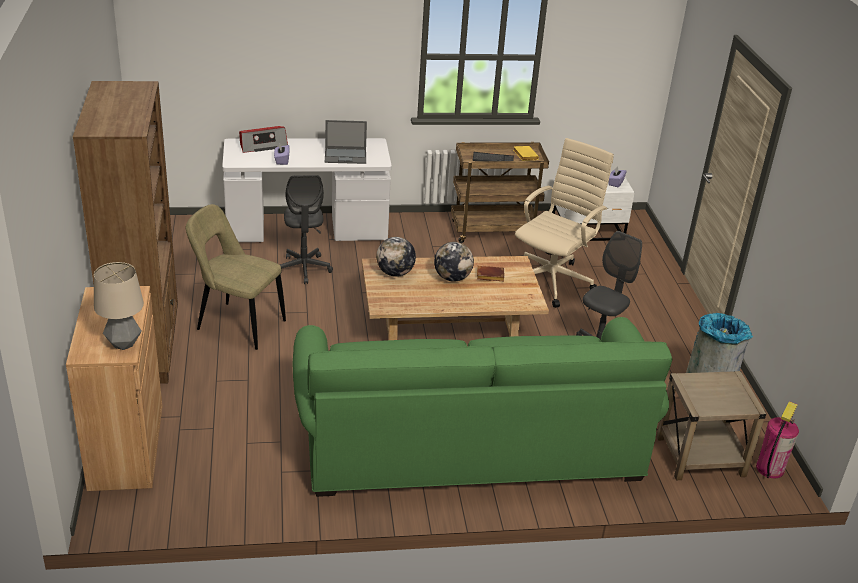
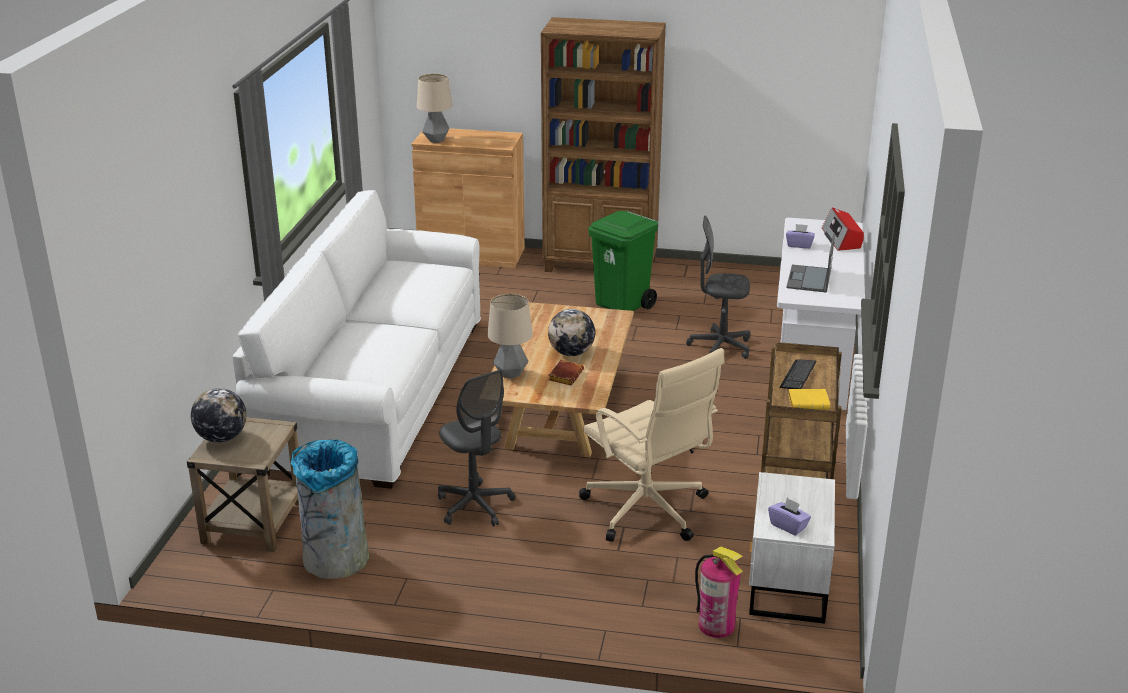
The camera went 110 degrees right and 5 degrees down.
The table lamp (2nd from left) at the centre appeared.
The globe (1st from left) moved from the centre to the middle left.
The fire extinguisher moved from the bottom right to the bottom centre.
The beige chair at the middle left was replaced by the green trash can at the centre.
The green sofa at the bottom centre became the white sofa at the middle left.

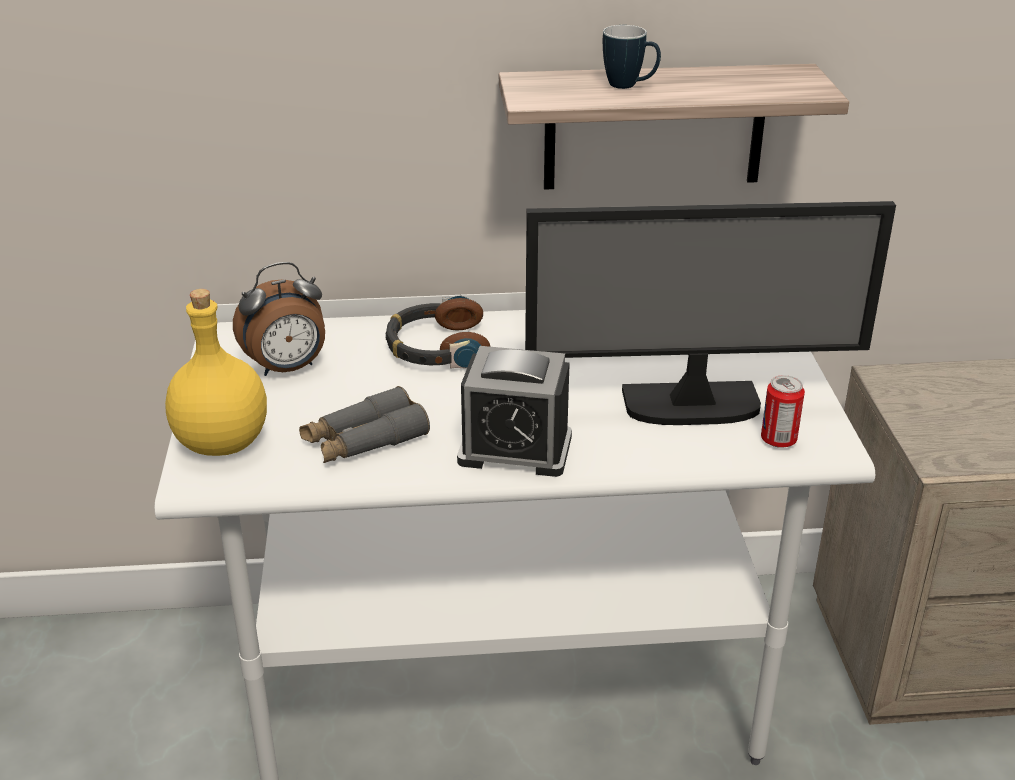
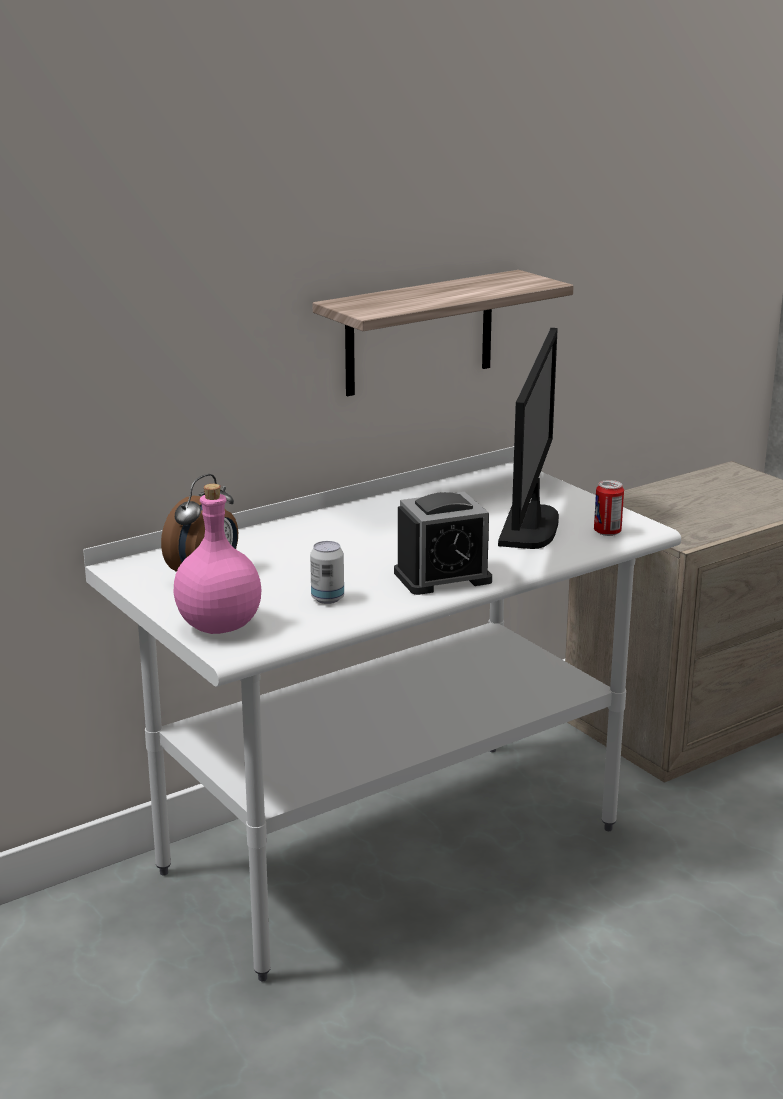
The camera went 30 degrees left and 10 degrees down.
The headphones at the centre disappeared.
The mug at the top centre disappeared.
The grey binoculars at the centre was replaced by the can (1st from left) at the centre.
The yellow bottle at the middle left became the pink bottle at the middle left.
The monitor at the middle right turned 45 degrees counterclockwise.

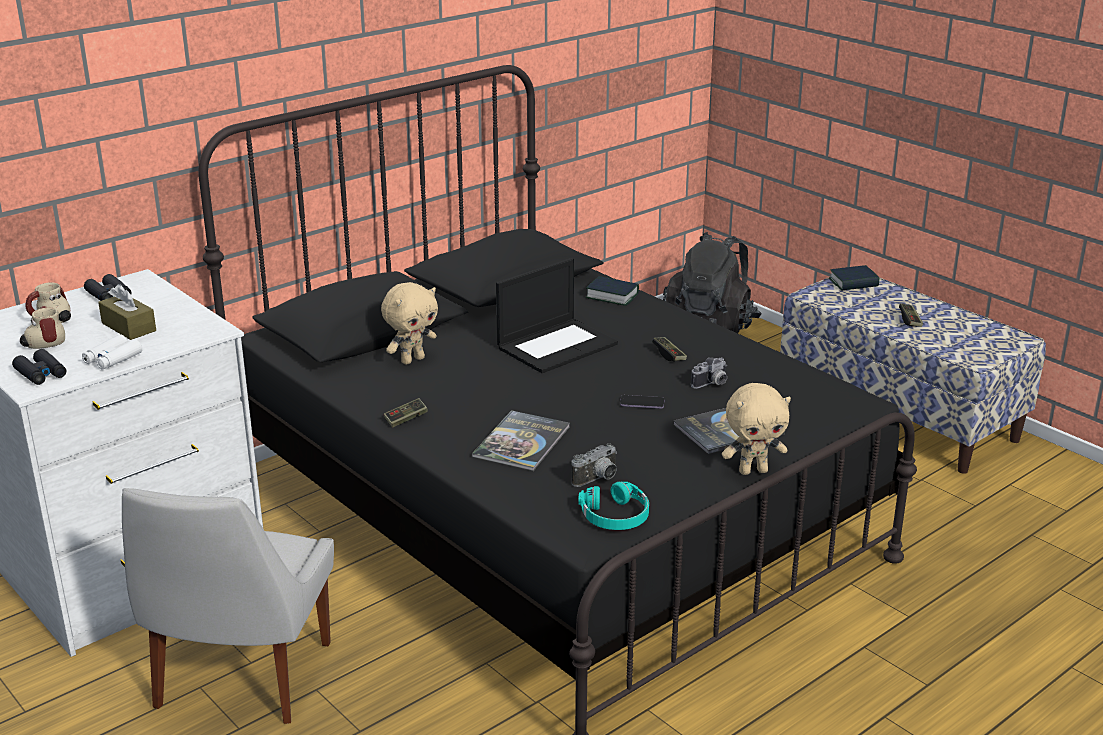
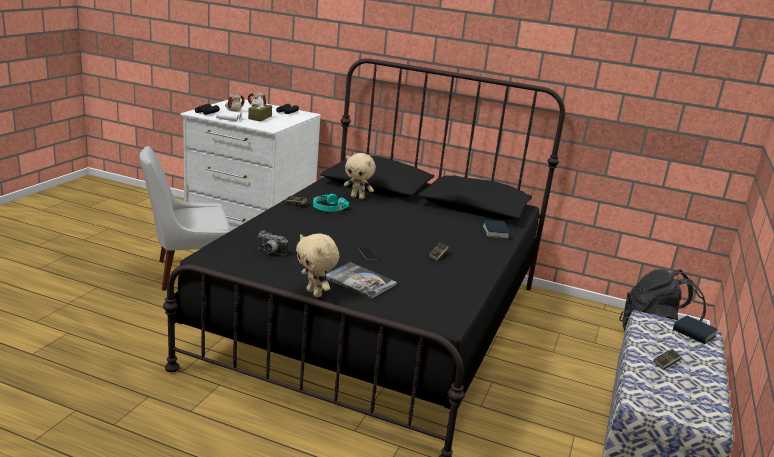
The camera went 60 degrees right and 5 degrees down.
The book (1st from left) at the centre disappeared.
The laptop at the centre disappeared.
The photo camera (2nd from left) at the centre disappeared.
The turquoise headphones moved from the bottom centre to the centre.

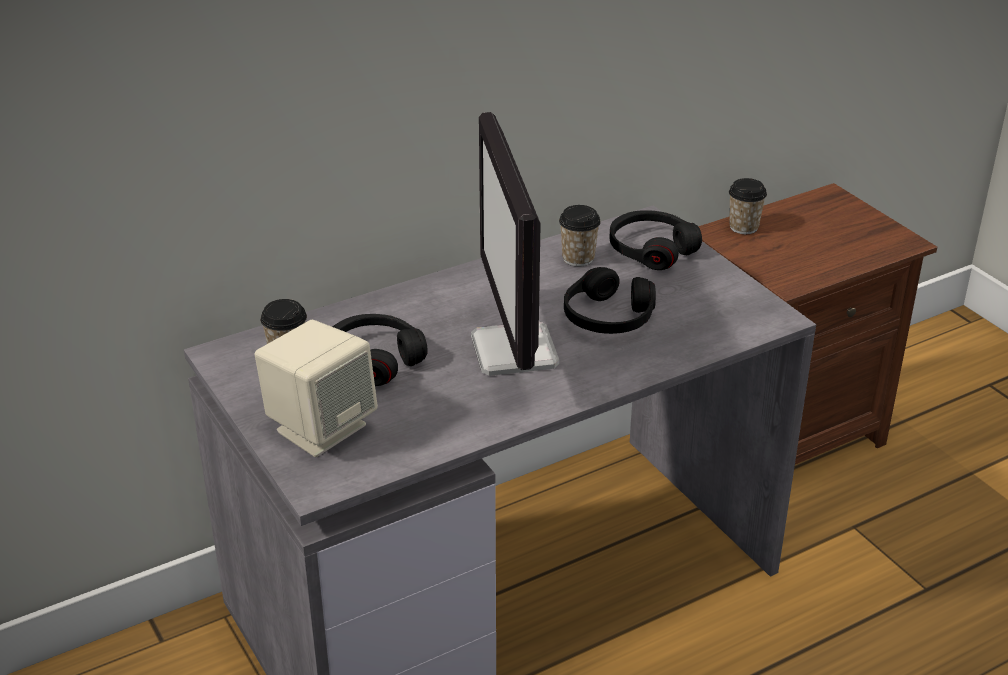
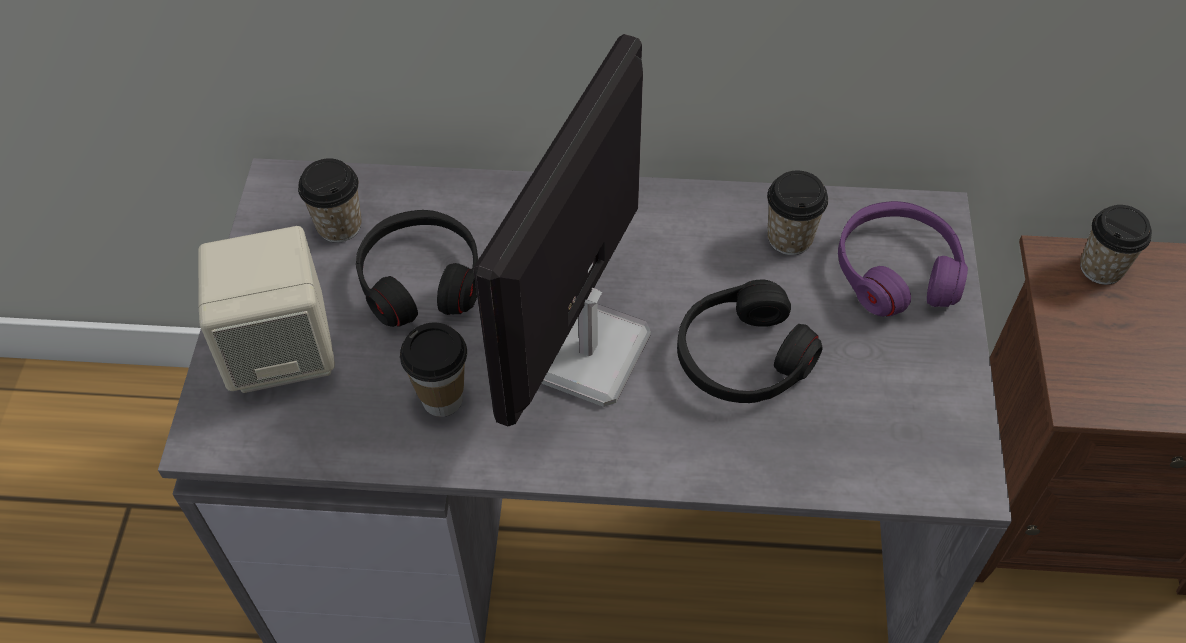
The camera went 35 degrees right and 20 degrees up.
The cup (2nd from left) at the centre appeared.
The black headphones (3rd from left) at the centre became the purple headphones at the middle right.

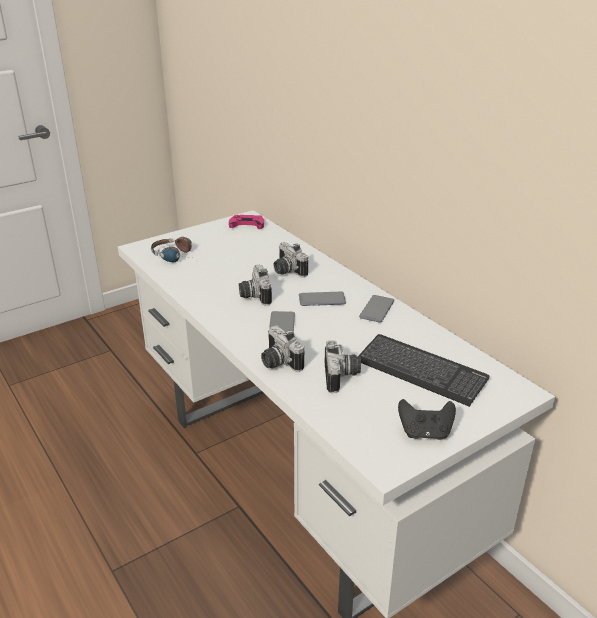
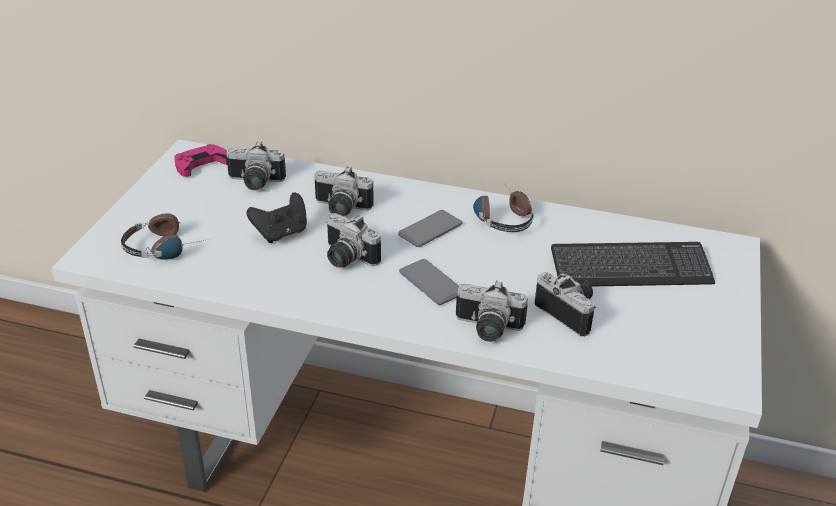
The camera went 40 degrees left and 5 degrees up.
The photo camera (1st from left) at the top left appeared.
The black game controller moved from the bottom right to the middle left.
The phone (3rd from left) at the centre was replaced by the headphones (2nd from left) at the centre.

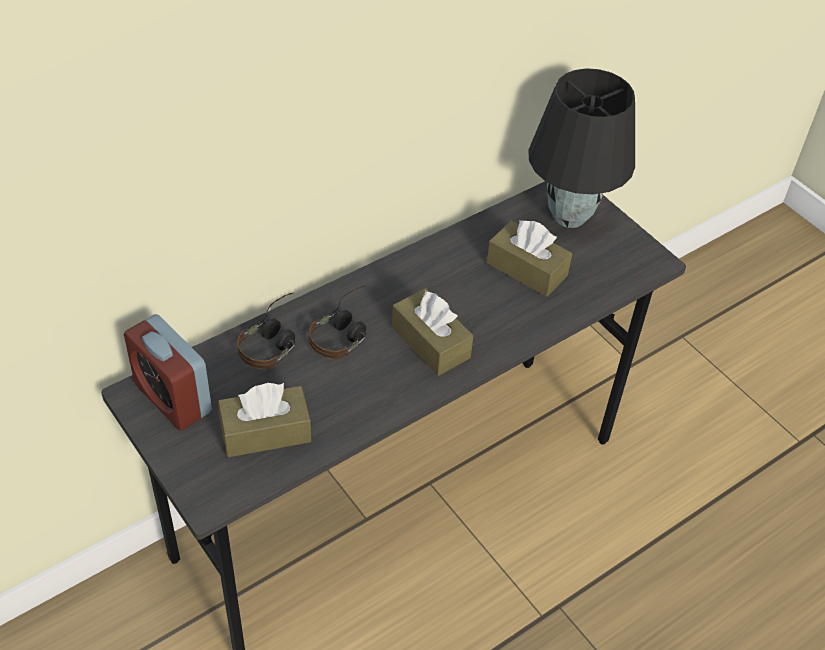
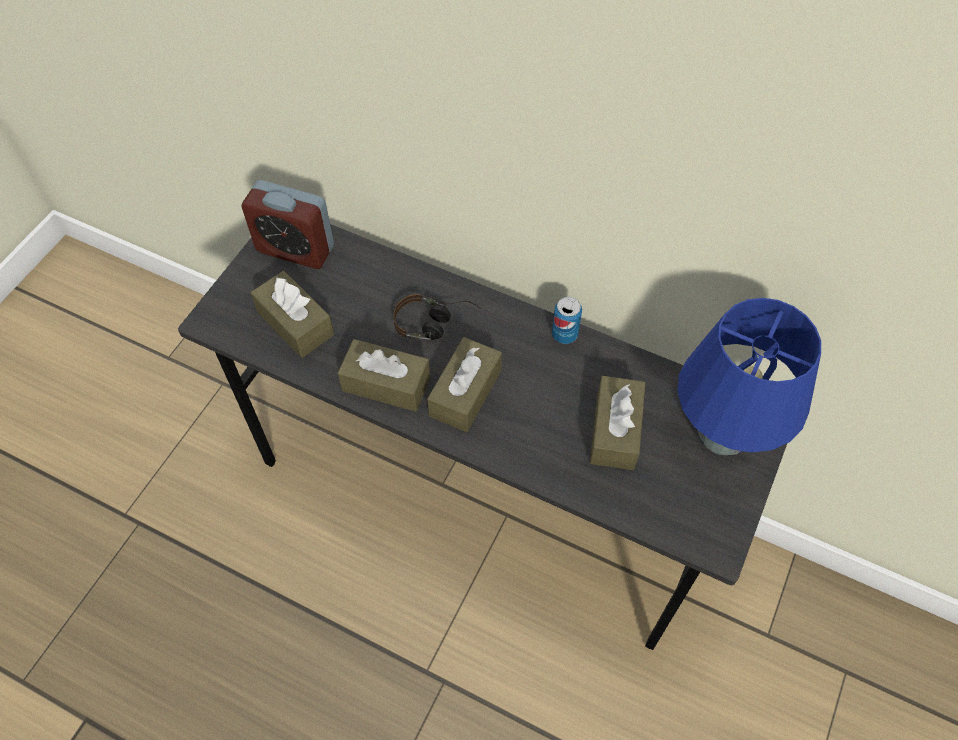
The camera went 65 degrees right and 10 degrees up.
The headphones (1st from left) at the middle left disappeared.
The brown tissue box (2nd from left) at the centre appeared.
The can at the centre appeared.
The black table lamp at the top right became the blue table lamp at the middle right.
The alarm clock at the middle left turned 90 degrees counterclockwise.

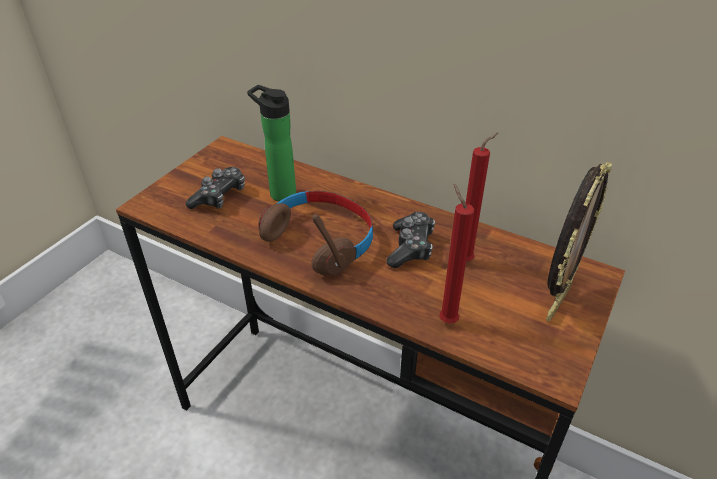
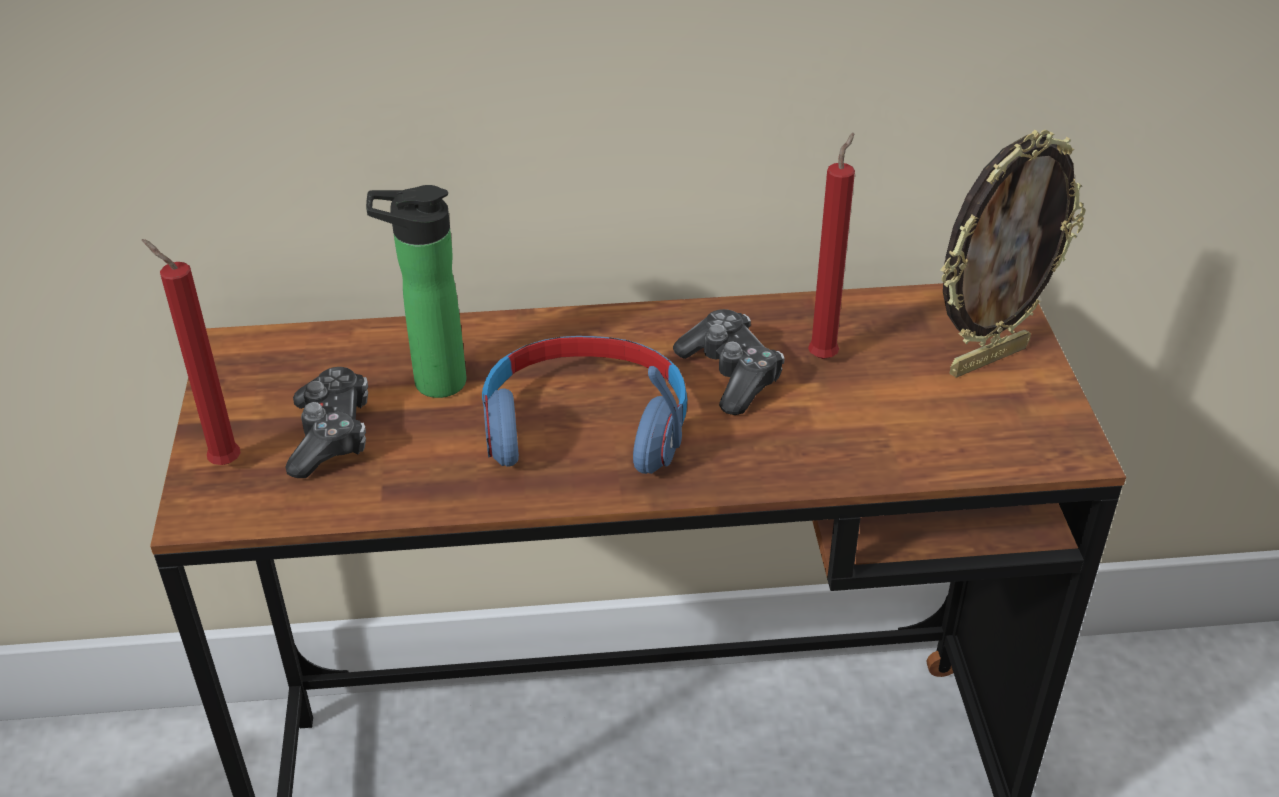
The camera went 35 degrees left and 0 degrees up.
The red candle (1st from left) moved from the centre to the middle left.
The brown headphones at the centre became the blue headphones at the centre.
The picture frame at the middle right turned 60 degrees clockwise.

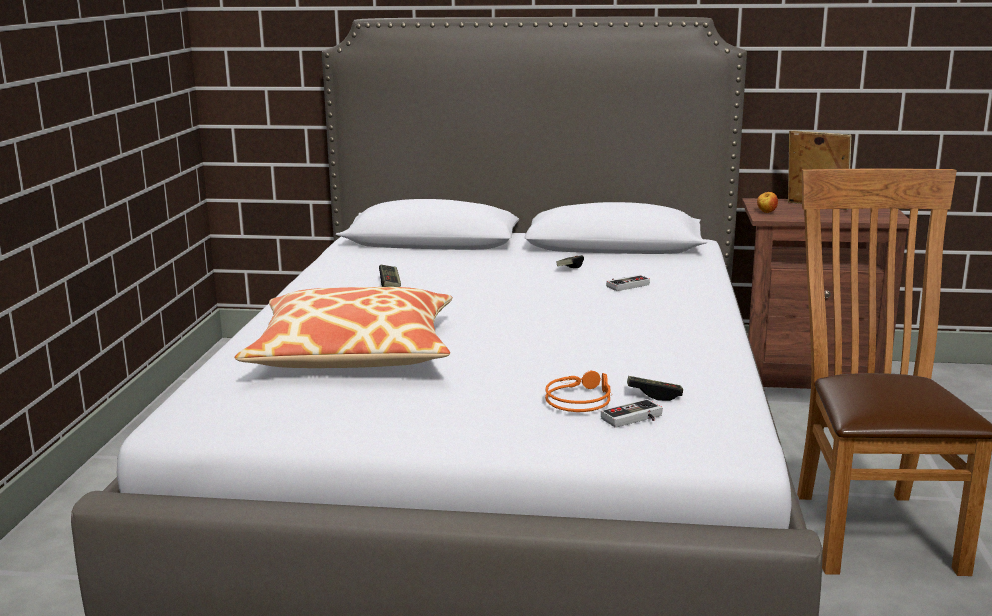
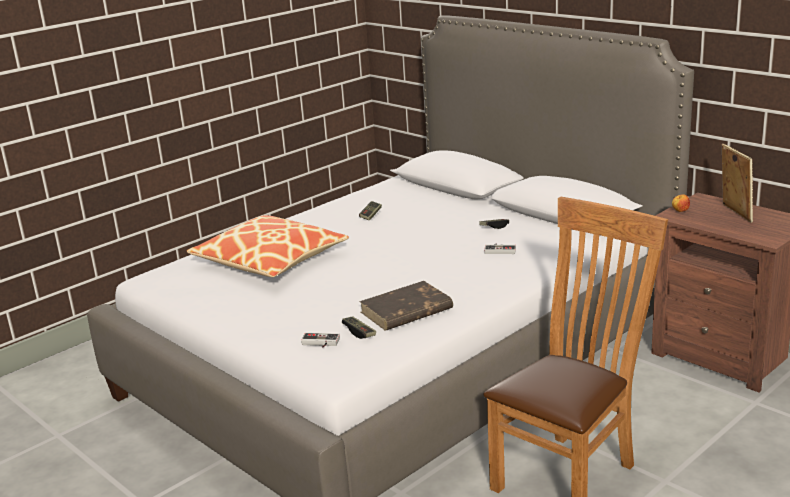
The camera went 40 degrees right and 5 degrees up.
The orange headphones at the centre disappeared.
The brown book at the centre appeared.

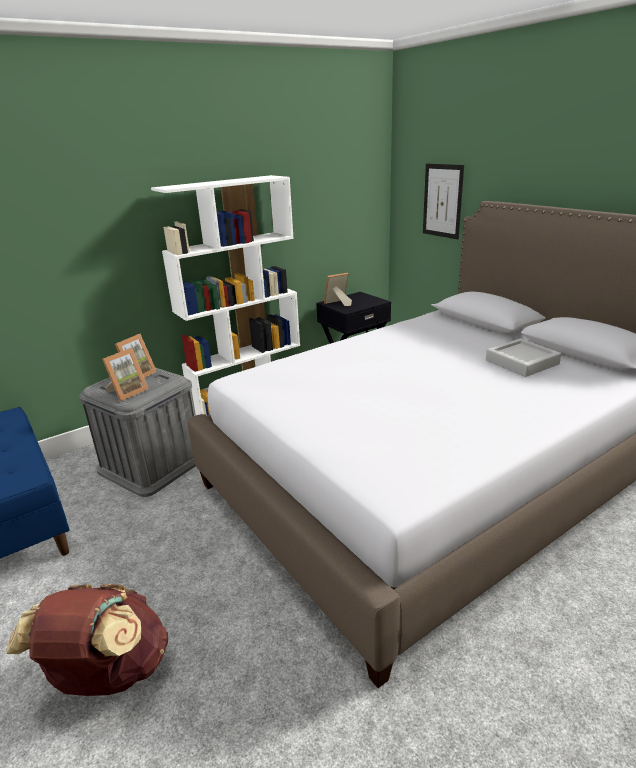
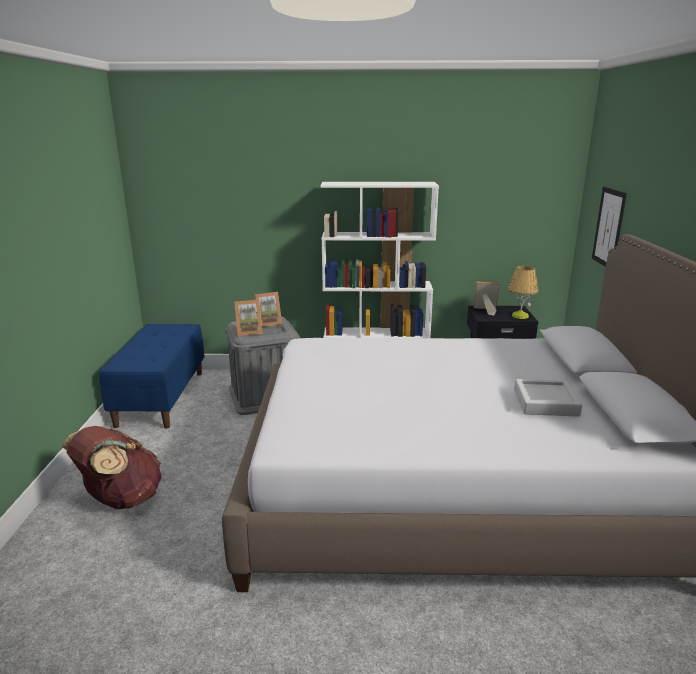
The camera went 35 degrees right and 5 degrees down.
The table lamp at the middle right appeared.

